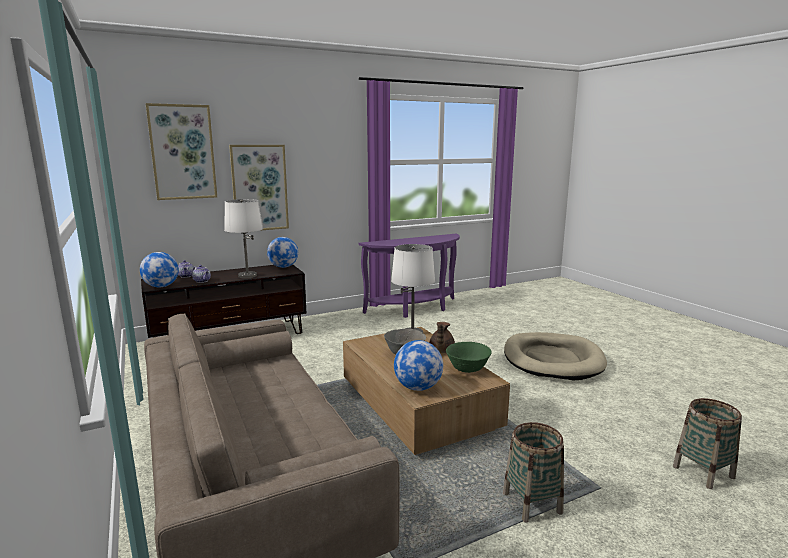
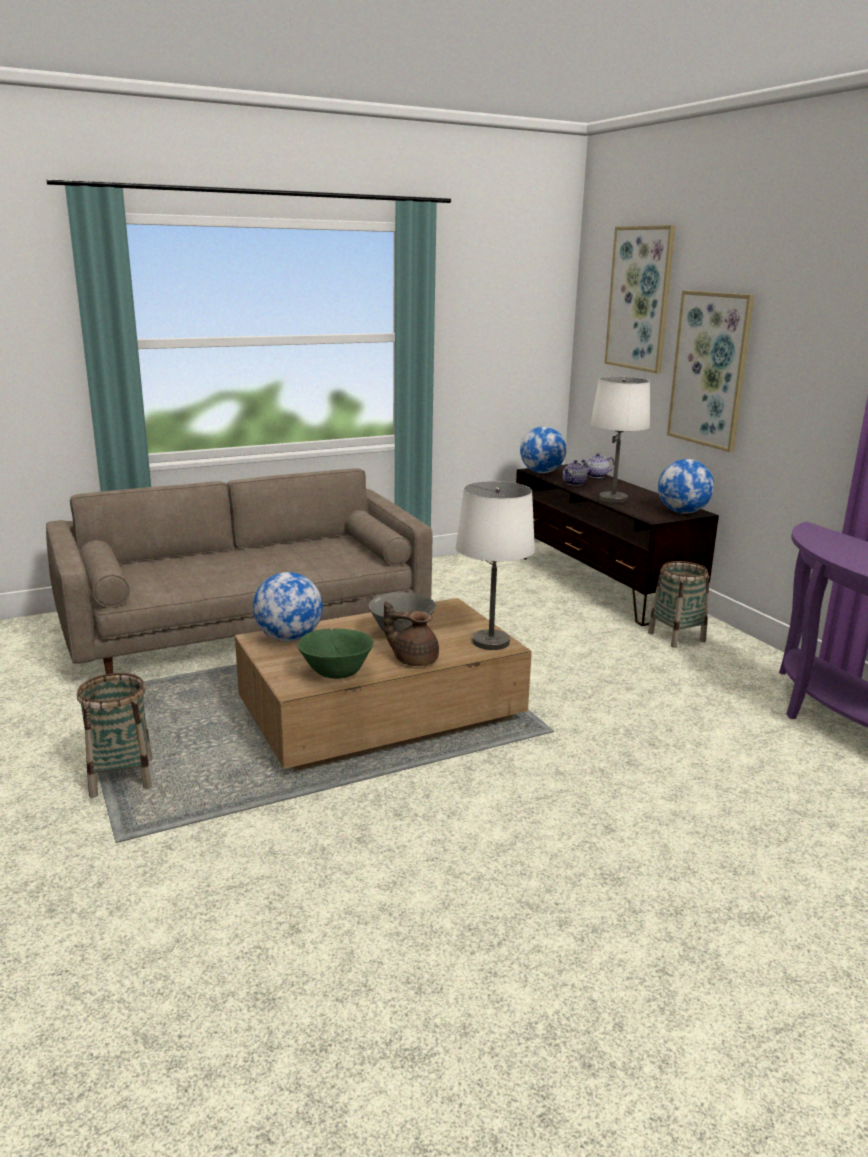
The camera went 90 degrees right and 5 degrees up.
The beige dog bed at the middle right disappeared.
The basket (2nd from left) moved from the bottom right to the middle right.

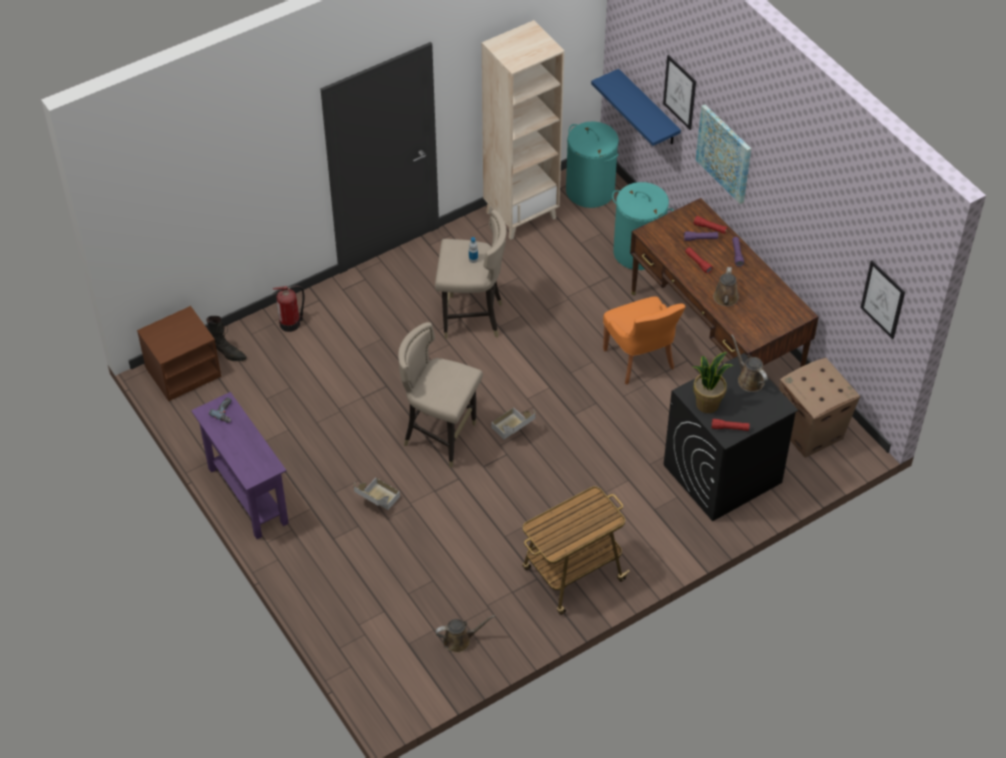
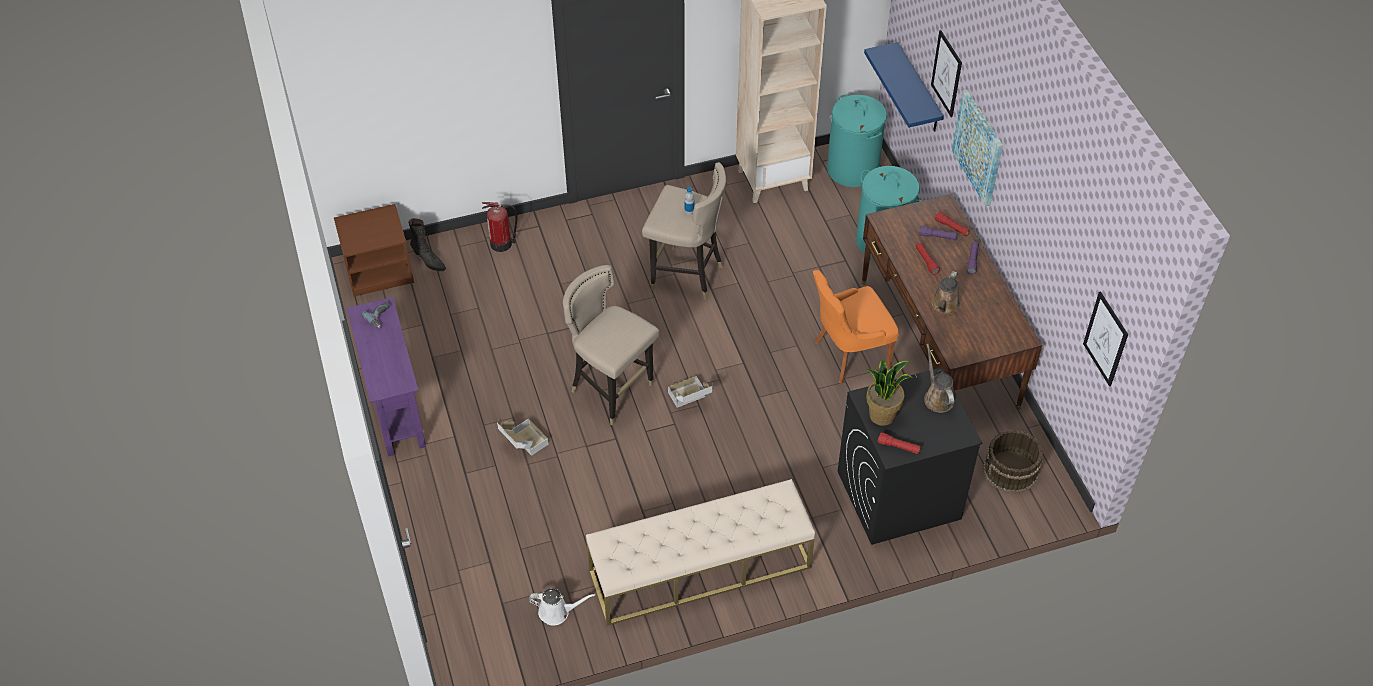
The camera went 15 degrees right and 0 degrees up.
The cart at the bottom centre was replaced by the beige bench at the bottom centre.
The cardboard box (3rd from left) at the middle right was replaced by the brown bucket at the bottom right.
The brown watering can (1st from left) at the bottom centre became the white watering can at the bottom centre.
The orange chair at the centre turned 75 degrees clockwise.

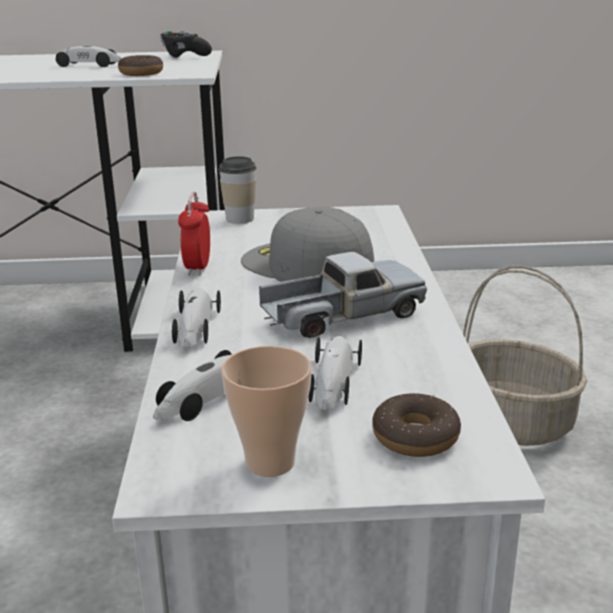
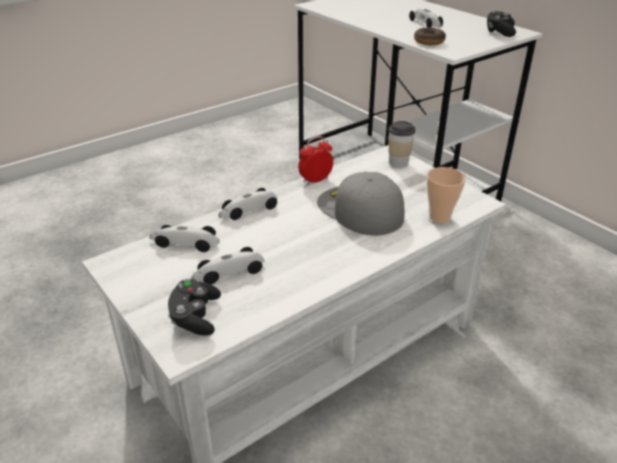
The camera went 55 degrees right and 10 degrees up.
The toy truck at the centre disappeared.
The basket at the middle right disappeared.
The cup (2nd from left) moved from the bottom centre to the middle right.
The donut (2nd from left) at the bottom right was replaced by the black game controller (1st from left) at the middle left.
The grey cap at the centre turned 45 degrees counterclockwise.

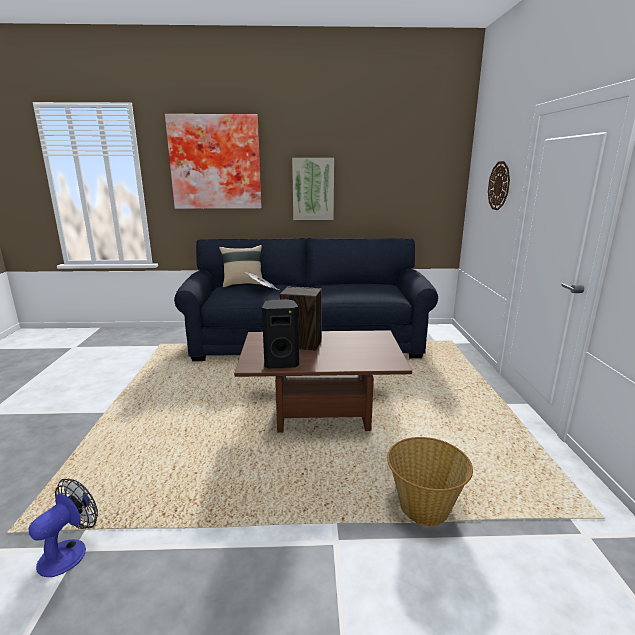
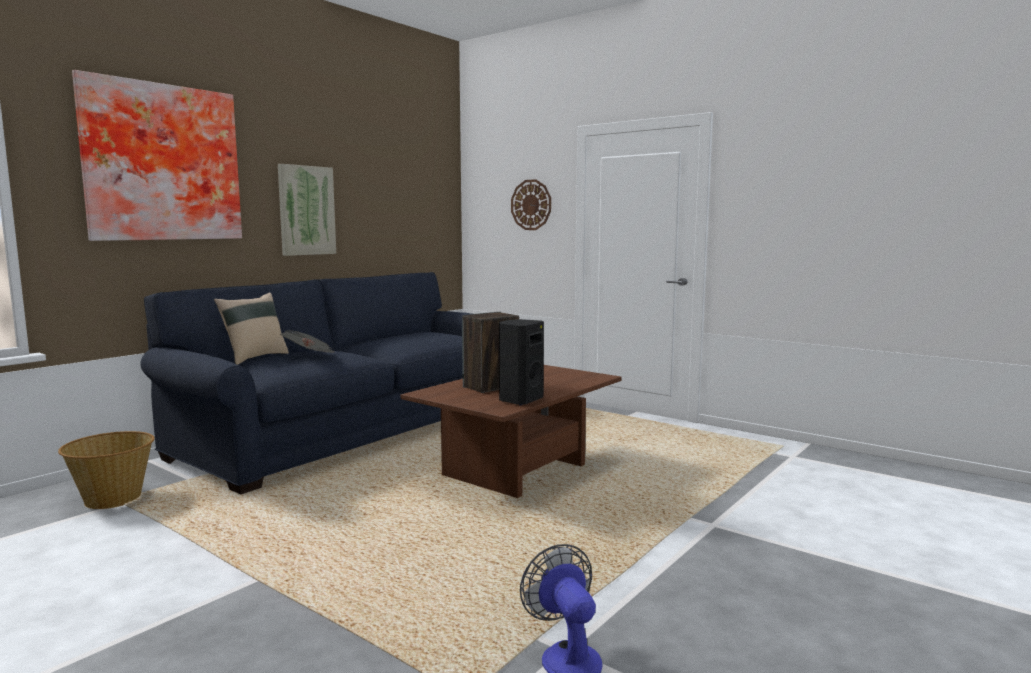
The camera went 50 degrees left and 10 degrees down.
The basket moved from the bottom right to the bottom left.

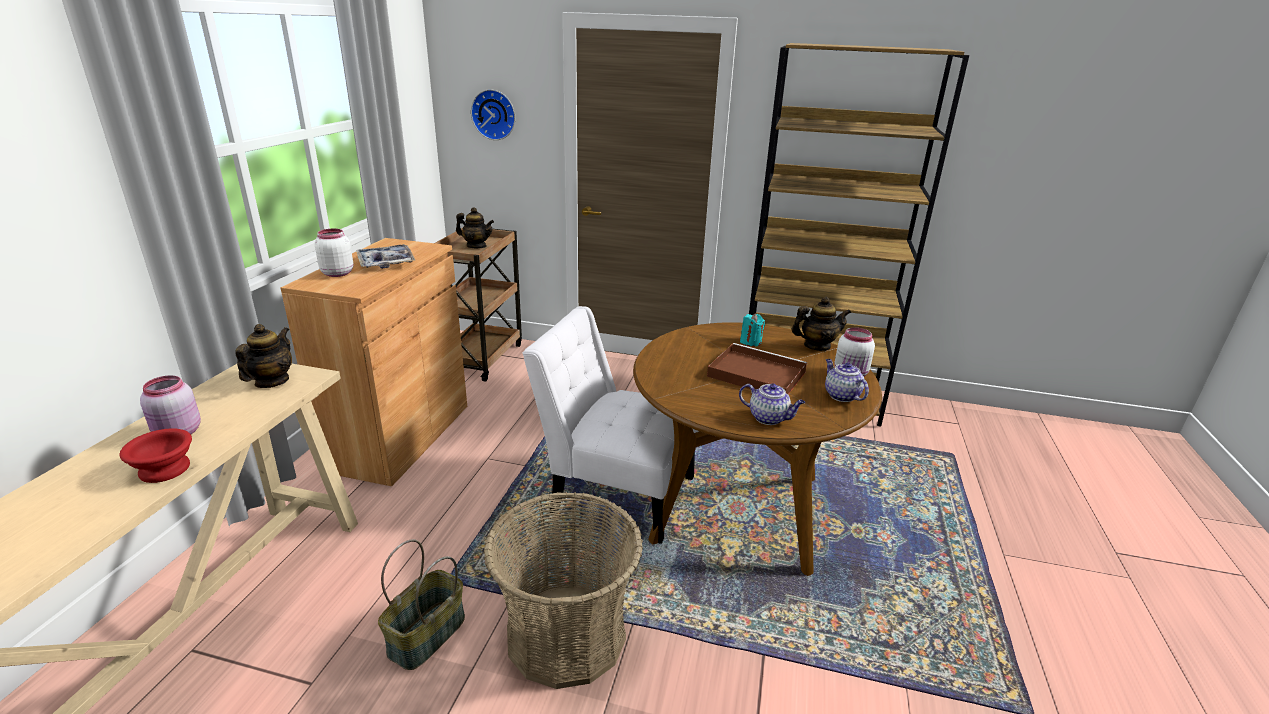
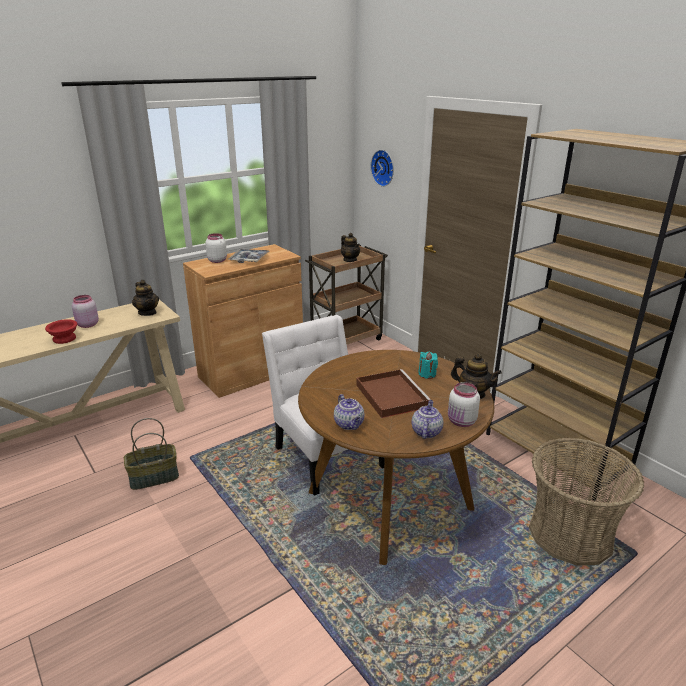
The camera went 40 degrees right and 0 degrees up.
The basket (2nd from left) moved from the bottom centre to the bottom right.
The teapot (1st from left) at the middle left turned 90 degrees clockwise.

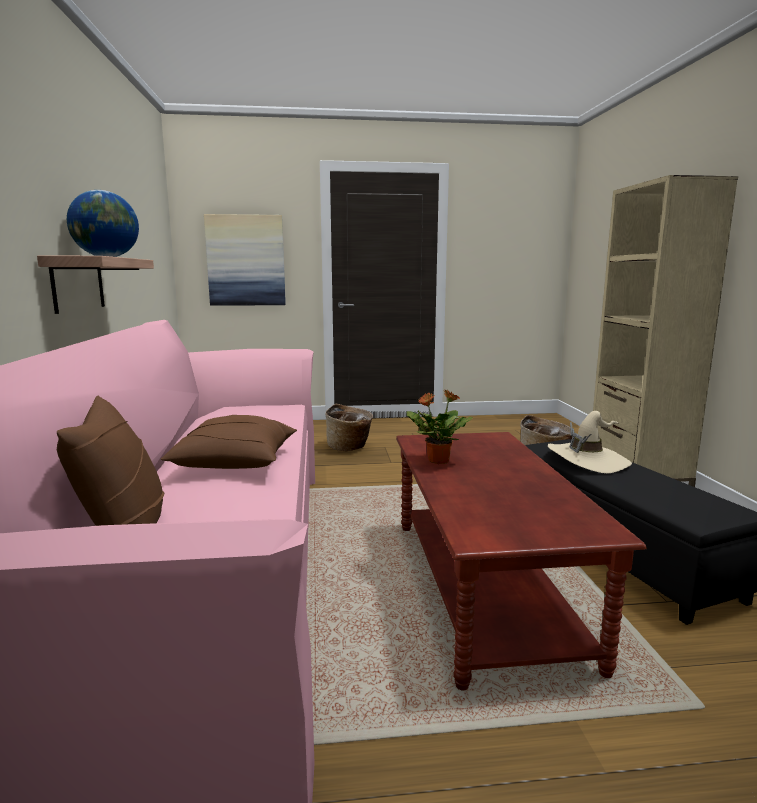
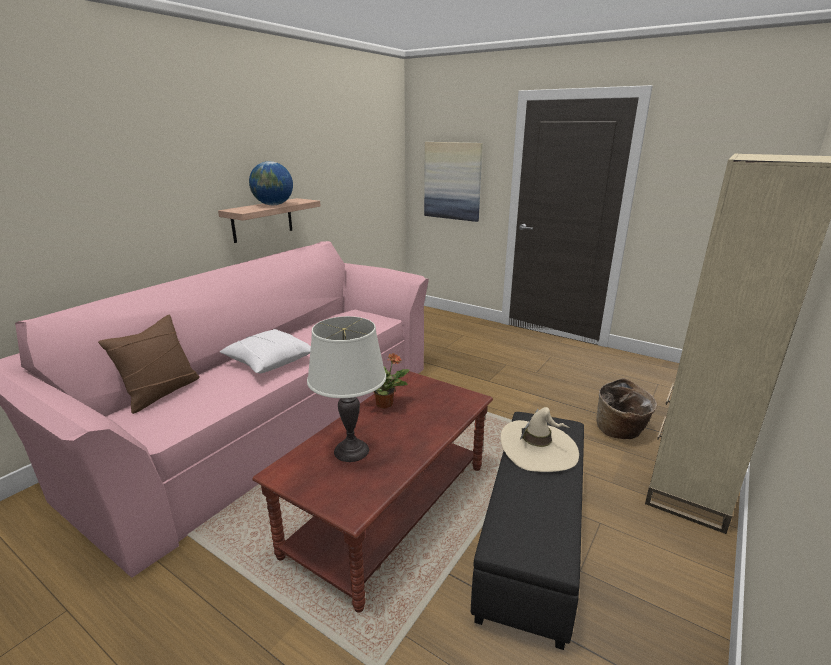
The camera went 40 degrees right and 10 degrees up.
The basket (1st from left) at the centre disappeared.
The white table lamp at the centre appeared.
The brown pillow (2nd from left) at the middle left became the white pillow at the middle left.

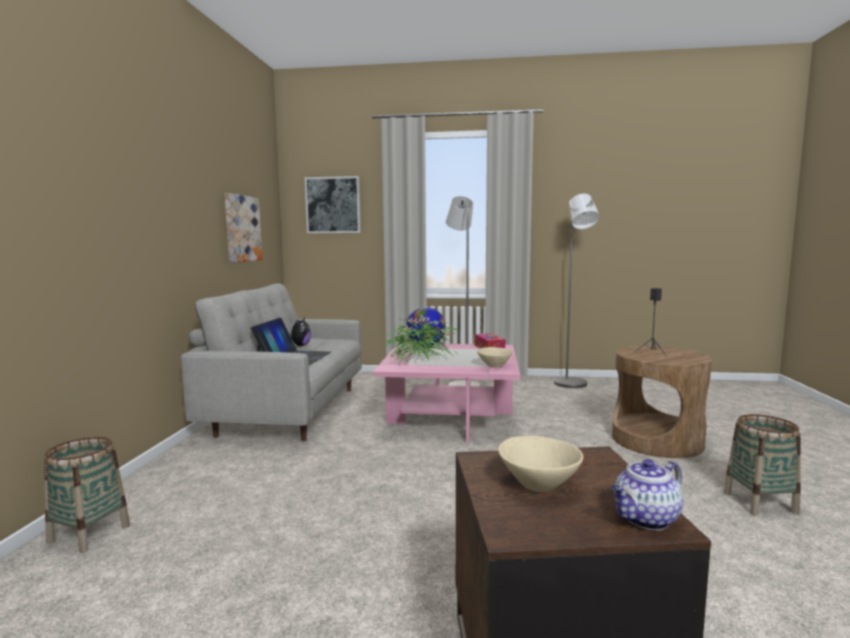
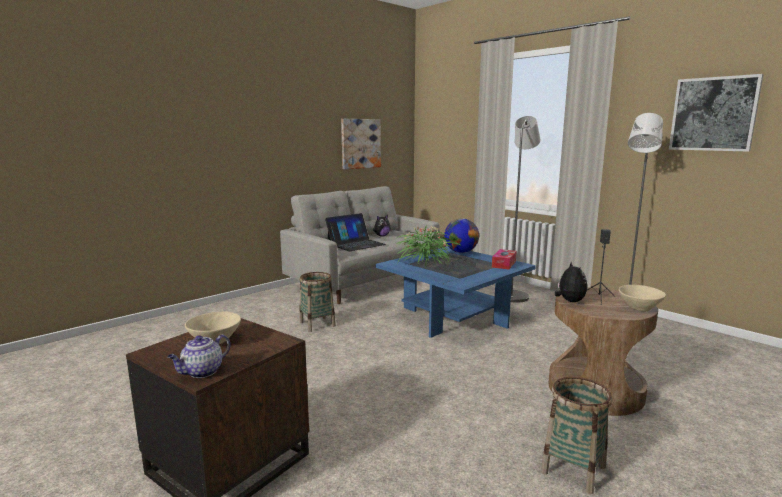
The camera went 40 degrees right and 5 degrees up.
The plush toy (2nd from left) at the middle right appeared.
The basket (1st from left) moved from the bottom left to the centre.
The picture (2nd from left) moved from the top centre to the top right.
The beige bowl (1st from left in the first image) moved from the centre to the middle right.
The pink coffee table at the centre became the blue coffee table at the centre.
The teapot at the bottom right turned 60 degrees counterclockwise.

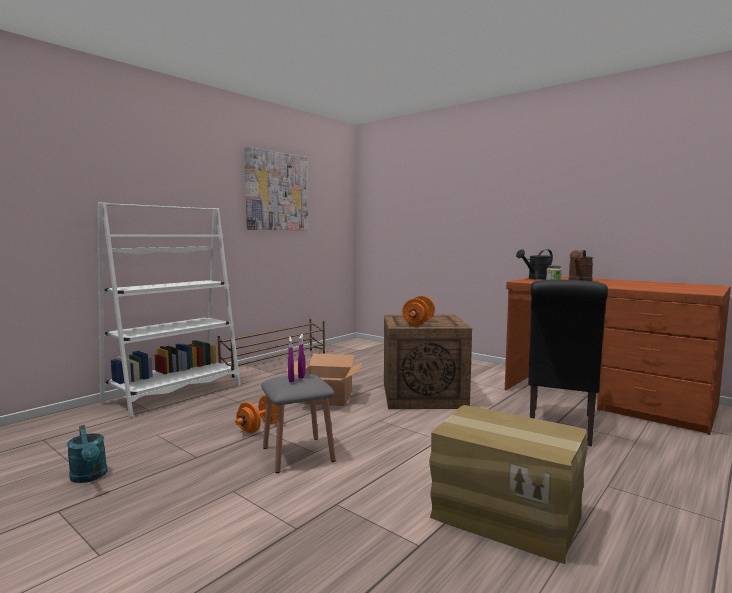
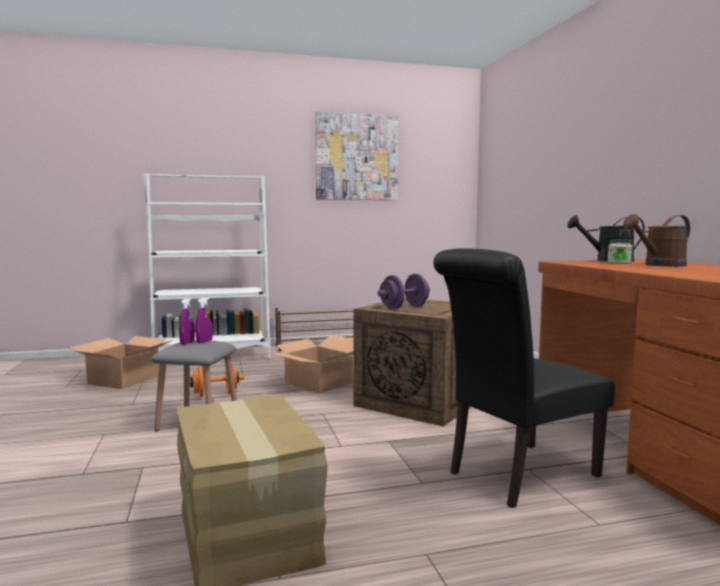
The camera went 35 degrees right and 0 degrees up.
The turquoise watering can at the bottom left disappeared.
The cardboard box (1st from left) at the middle left appeared.
The orange dumbbell (2nd from left) at the centre became the purple dumbbell at the centre.

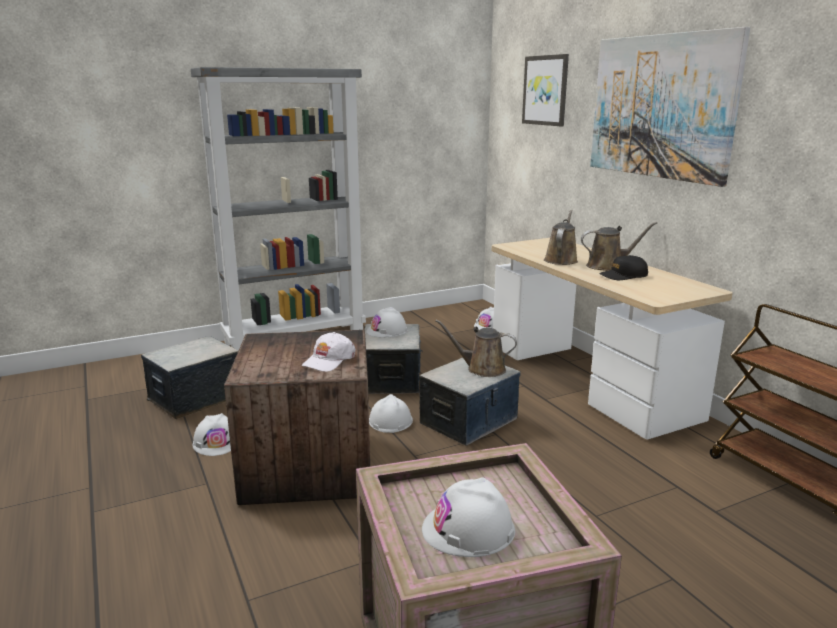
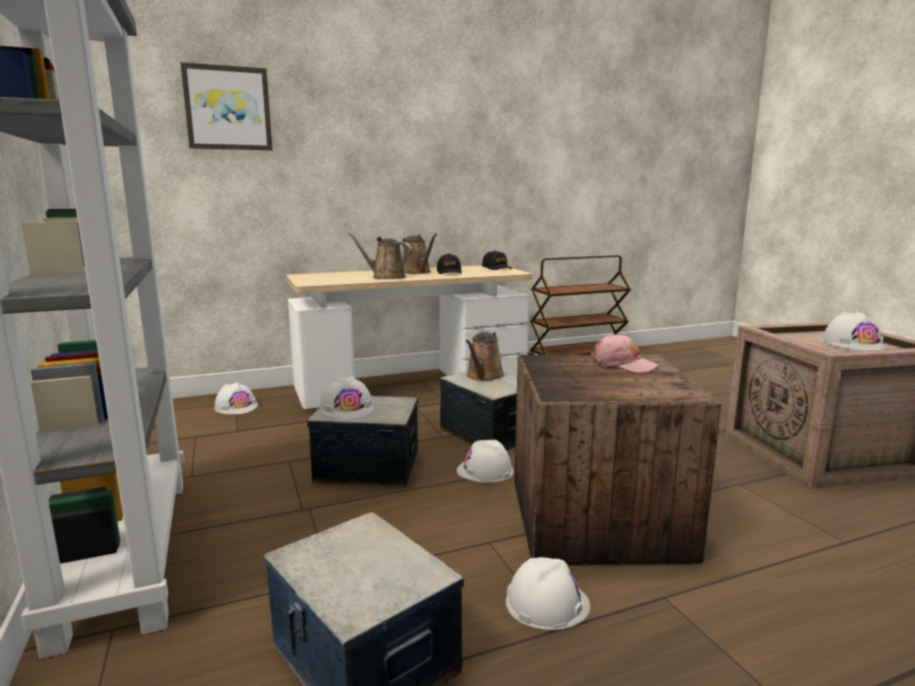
The camera went 85 degrees left and 5 degrees down.
The picture (2nd from left) at the top right disappeared.
The black cap (2nd from left) at the centre appeared.
The white cap at the centre became the pink cap at the middle right.
The brown watering can (3rd from left in the first image) at the middle right turned 150 degrees clockwise.

